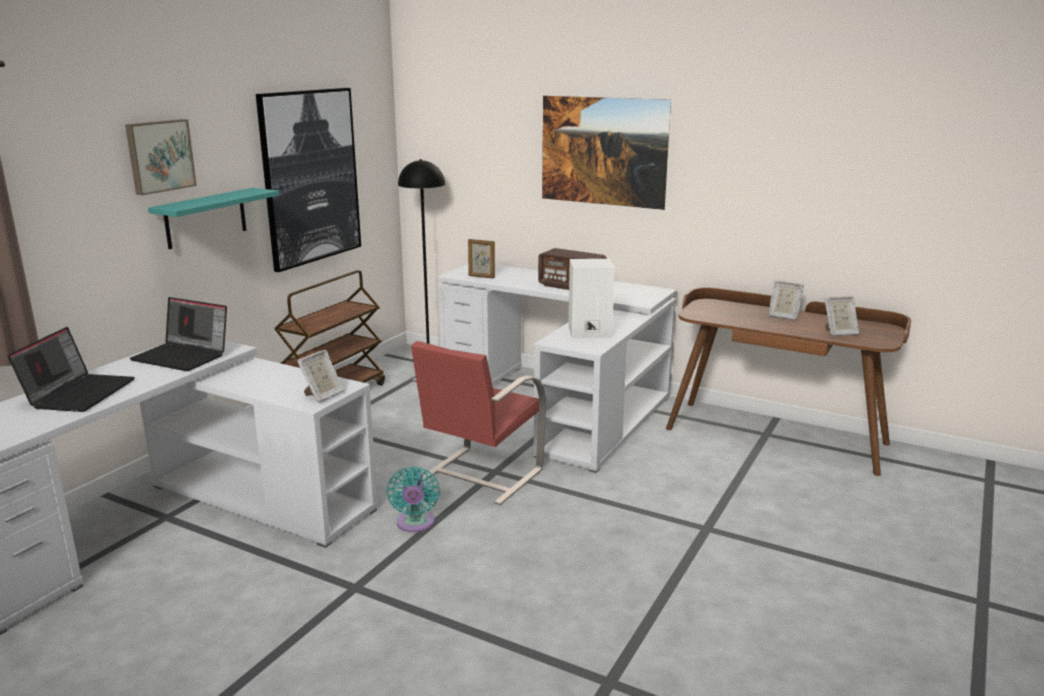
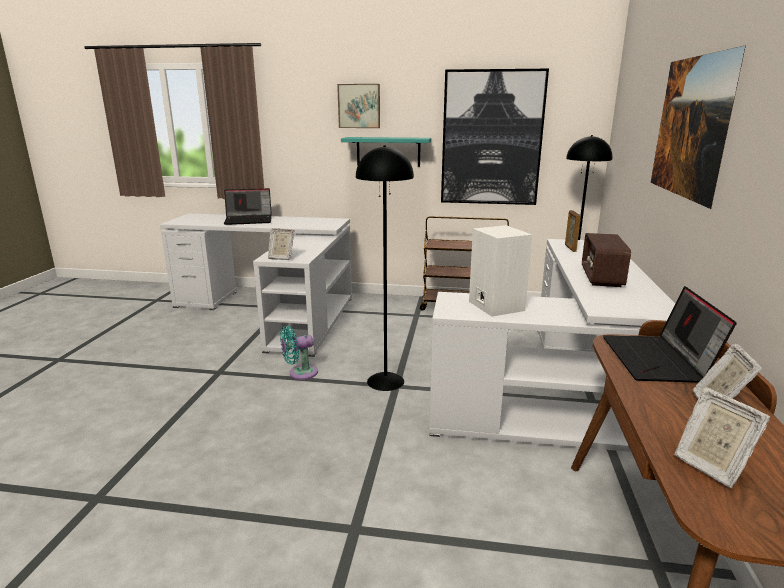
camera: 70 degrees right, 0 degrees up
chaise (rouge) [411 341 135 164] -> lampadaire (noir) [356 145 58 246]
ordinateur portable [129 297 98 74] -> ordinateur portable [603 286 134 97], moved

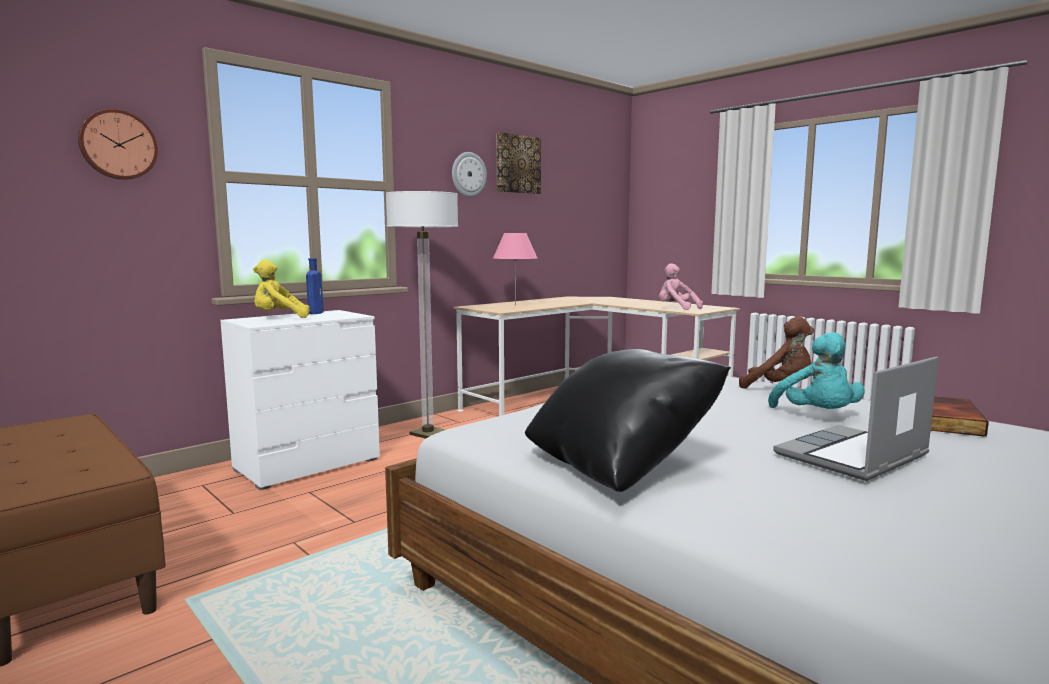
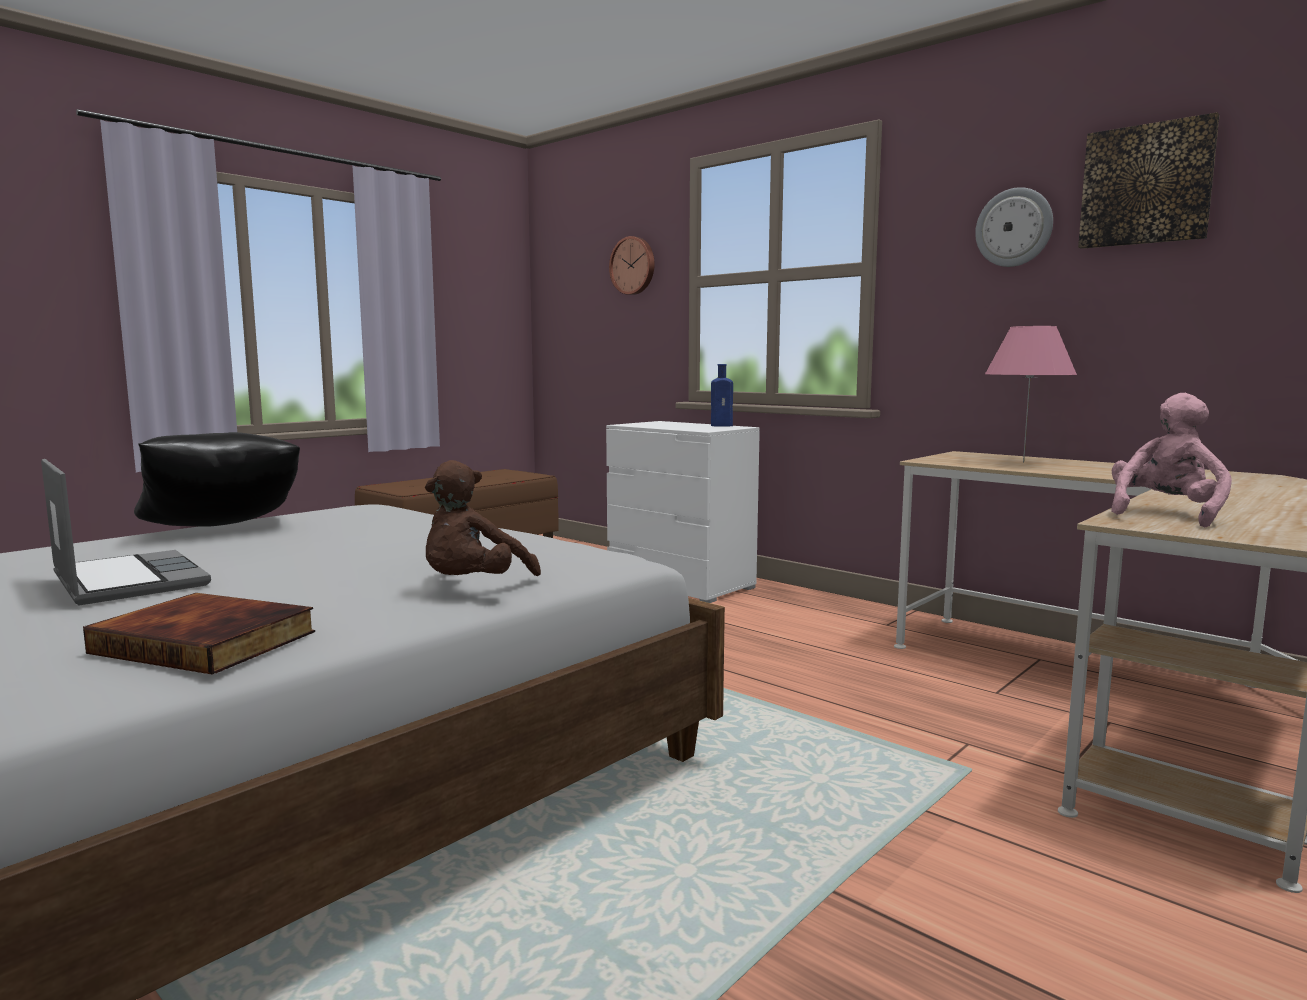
camera: 85 degrees right, 0 degrees up
peluche (jaune) [253 260 57 58] -> none
lampadaire [386 191 72 248] -> none
peluche (turquoise) [768 332 97 77] -> none

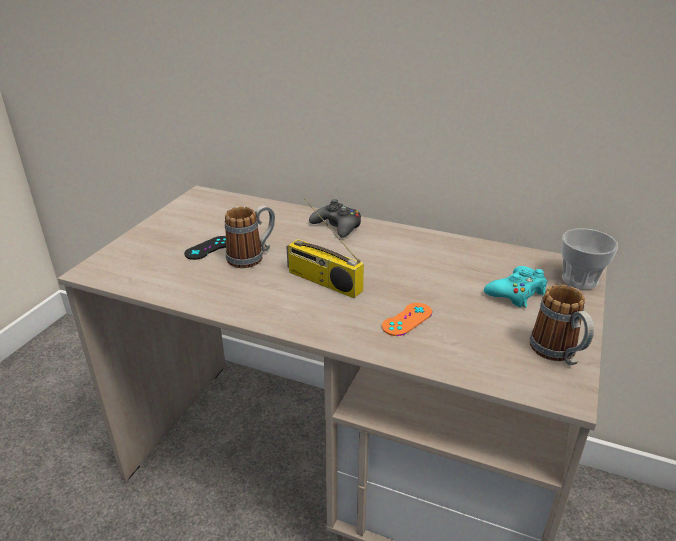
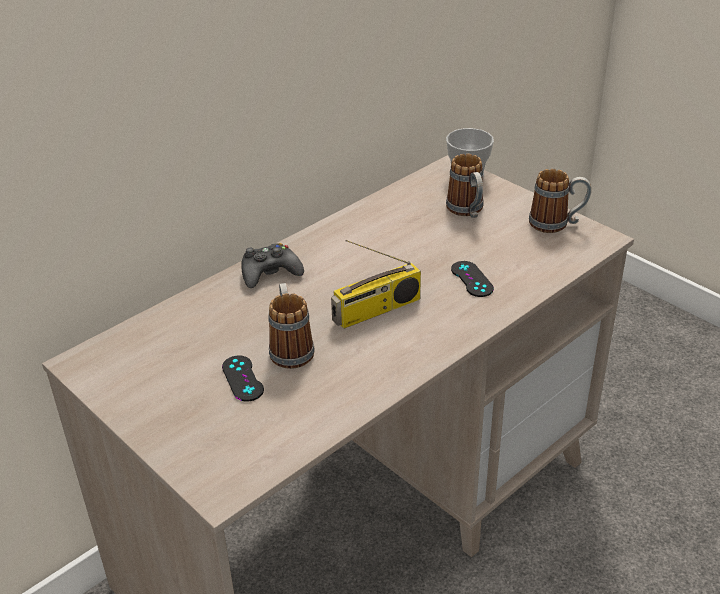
camera: 65 degrees left, 5 degrees up
manette (turquoise) [484 266 64 42] -> mug [446 154 37 64]
manette (orange) [382 303 50 33] -> manette (noir) [451 261 43 36]

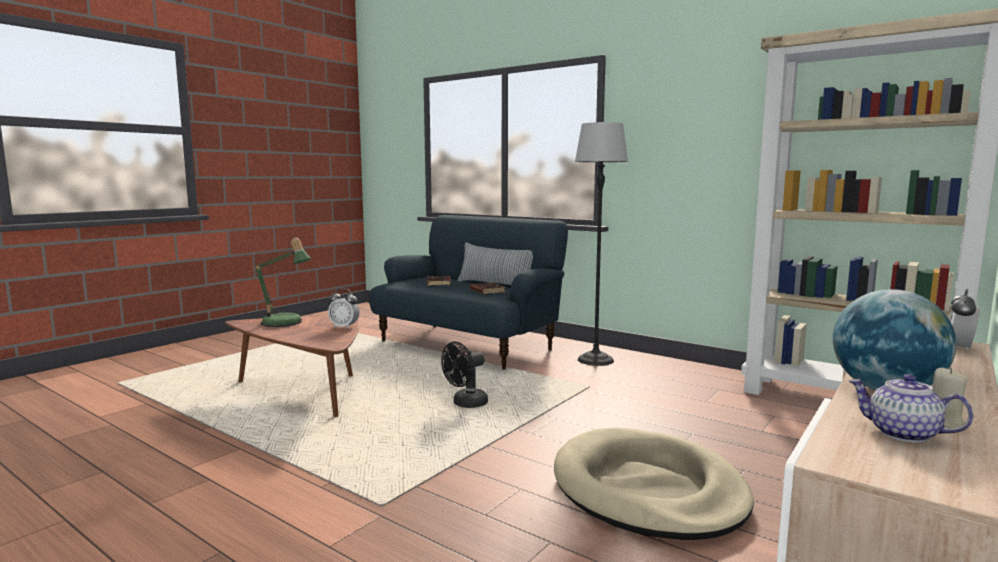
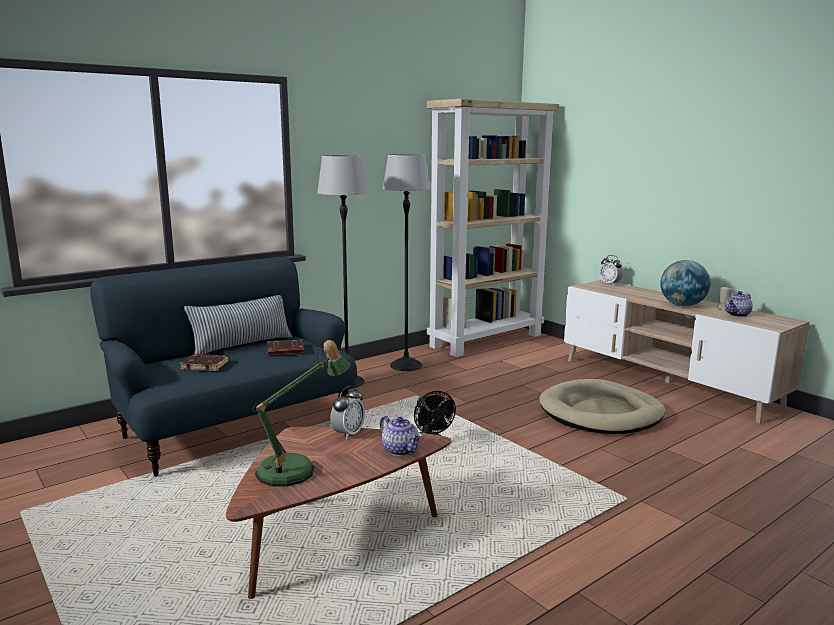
camera: 75 degrees left, 5 degrees up
none -> théière [380 416 42 40]
none -> lampadaire [383 154 47 217]

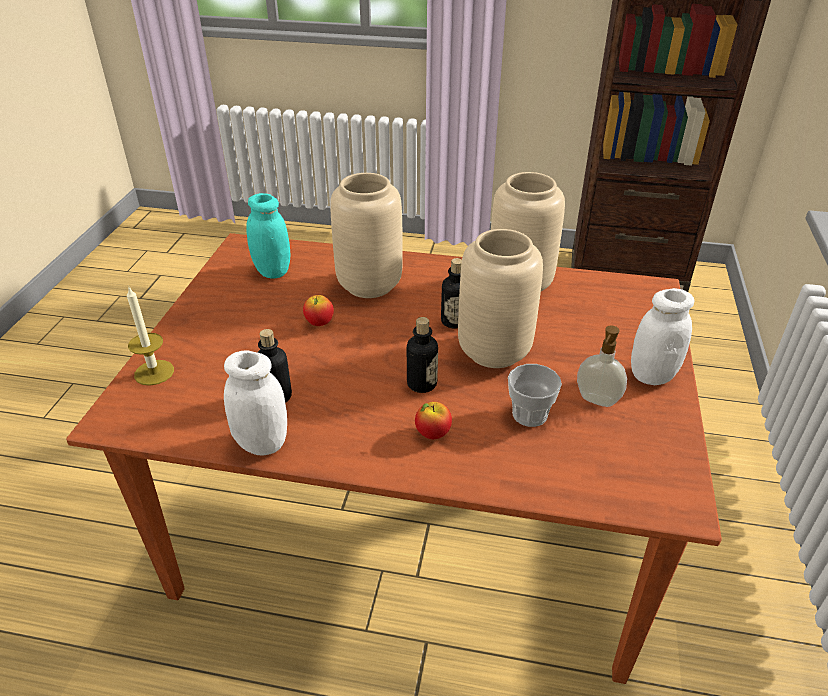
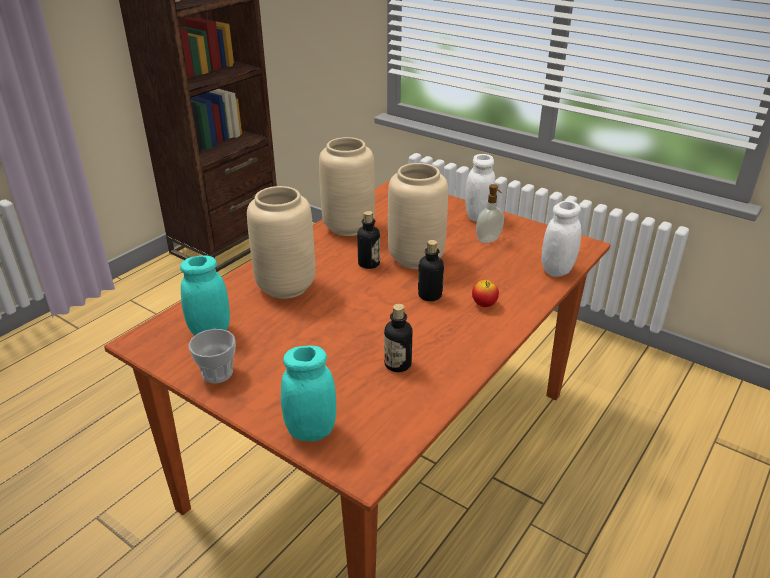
camera: 65 degrees left, 5 degrees down
tasse [508 364 54 63] -> tasse [188 329 48 54], moved
bougie [127 287 47 99] -> bocal (turquoise) [281 346 55 95]
bocal (blanc) [224 350 63 105] -> bocal (blanc) [541 201 40 76], moved
pomme [303 295 31 31] -> none

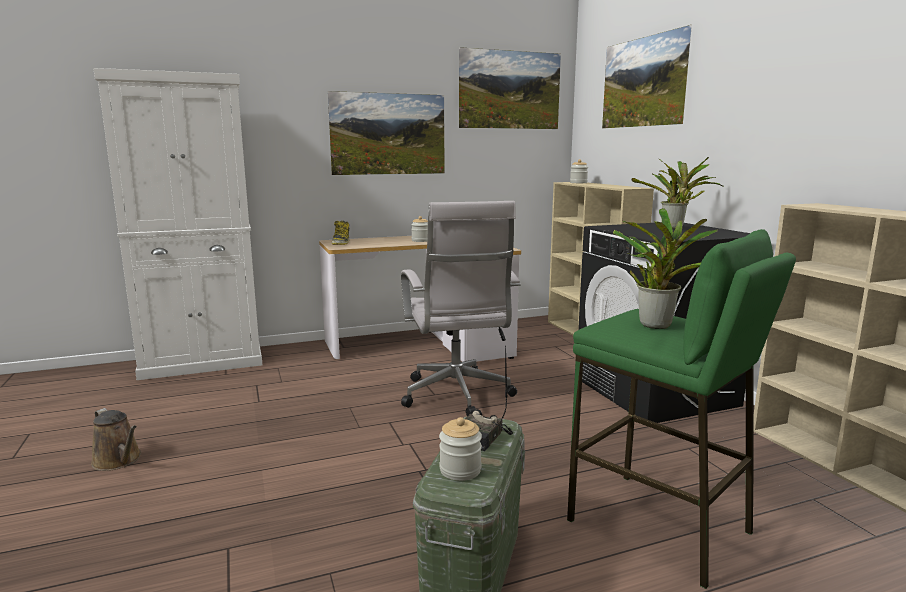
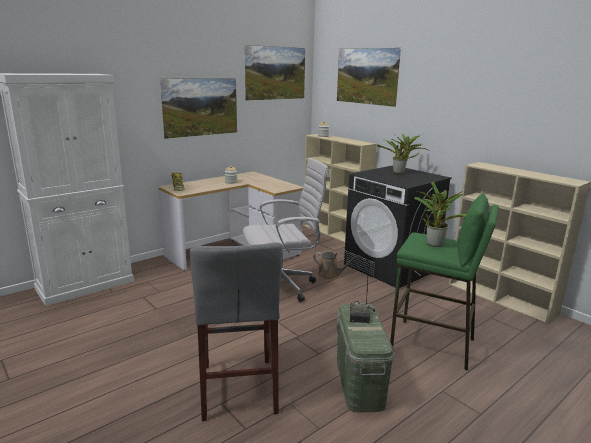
camera: 20 degrees left, 5 degrees up
none -> tabouret (gris) [190 242 92 179]
chaise de bureau (blanc) [401 201 120 215] -> chaise de bureau (blanc) [243 157 86 145], 75 degrees counterclockwise
arrosoir (marron) [91 408 50 63] -> arrosoir (marron) [313 252 47 28], moved
bocal [439 417 43 64] -> none

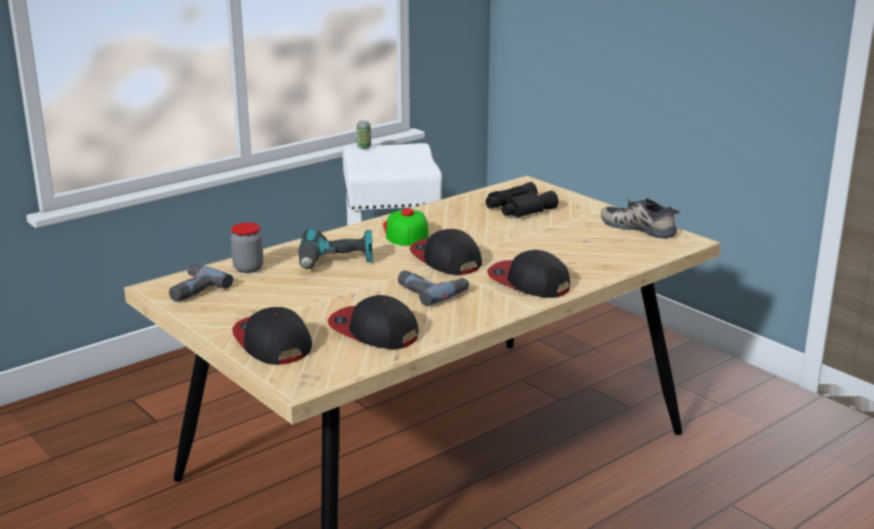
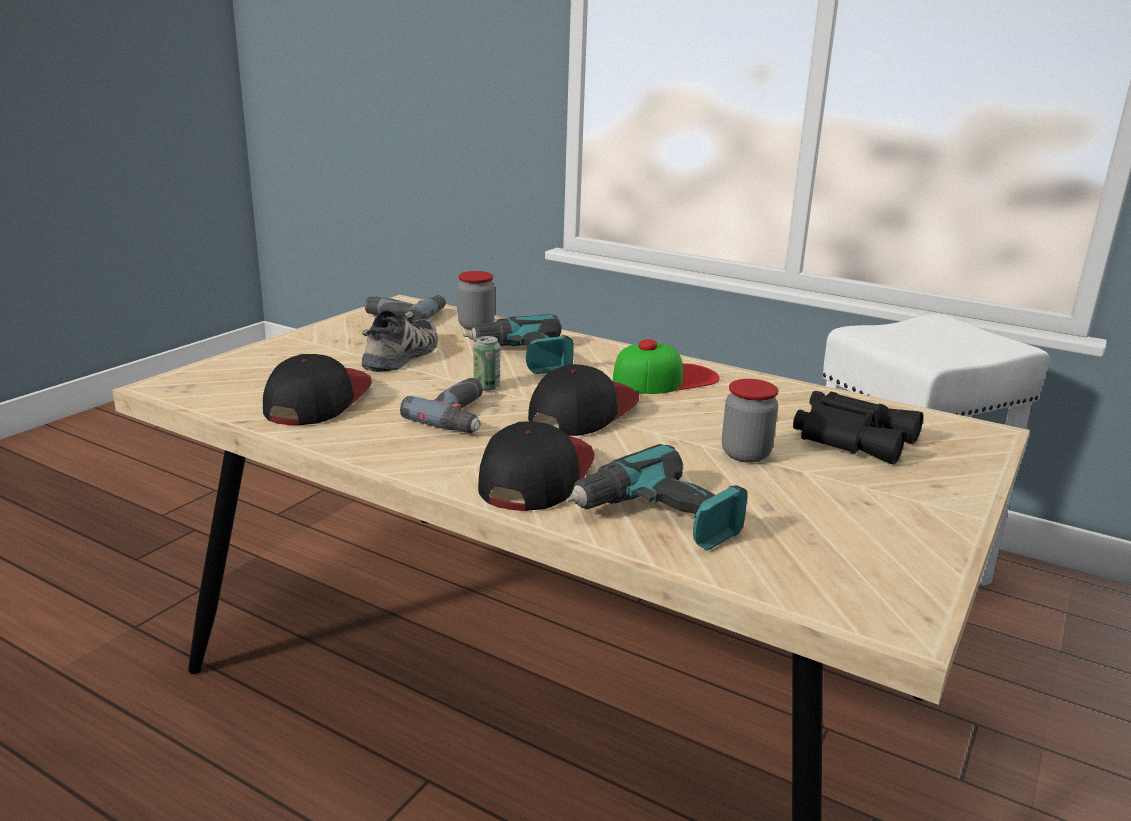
camera: 70 degrees right, 0 degrees up
chaussure [601 198 79 41] -> chaussure [362 310 76 62], moved
boîte métallique [357 121 14 28] -> boîte métallique [474 336 26 55], moved
none -> perceuse [566 444 181 106]
none -> bocal [722 379 57 84]
casquette [232 307 80 58] -> none

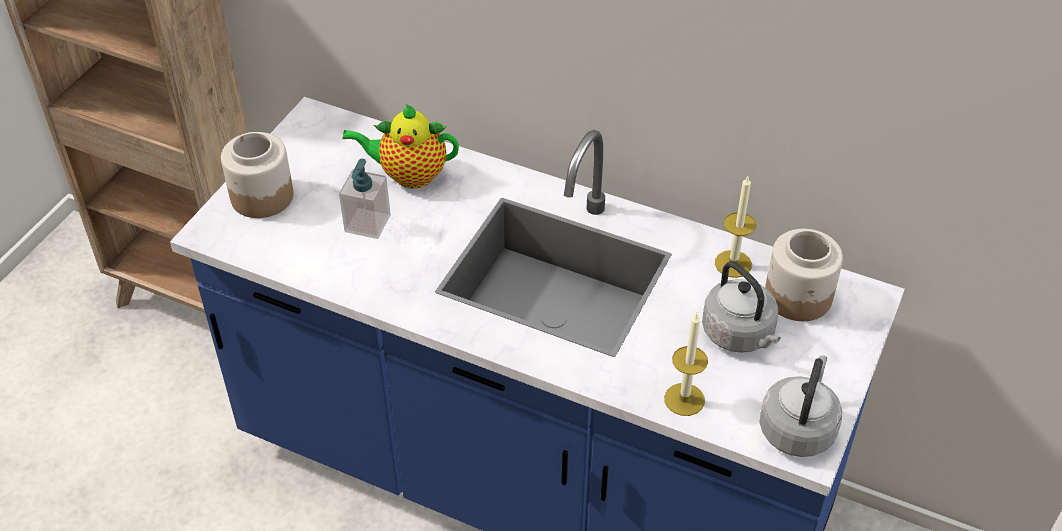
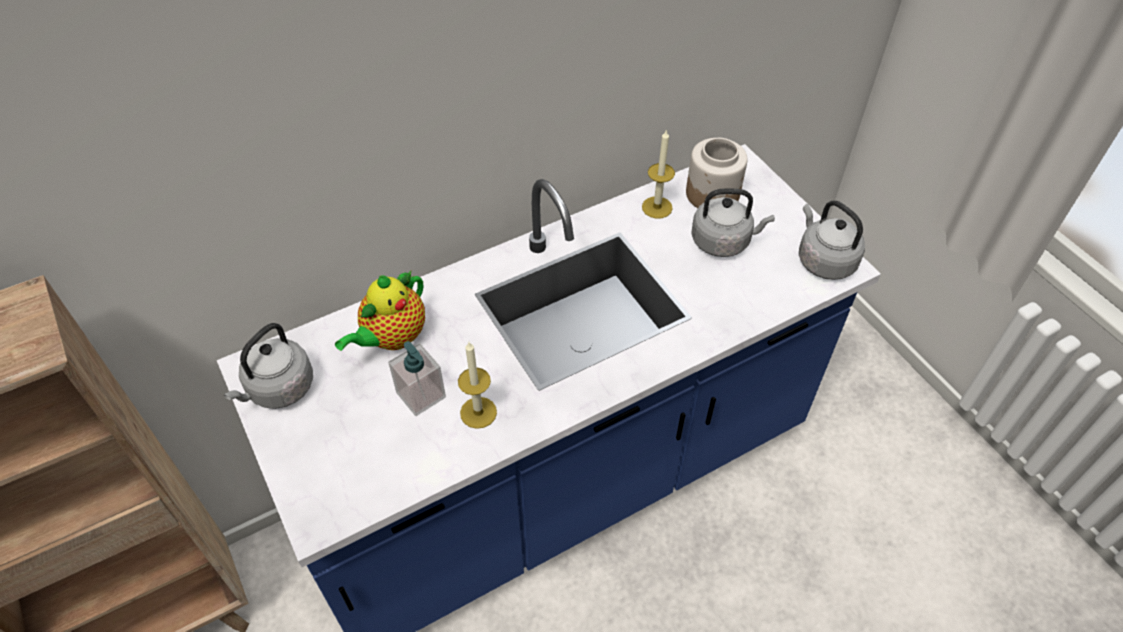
camera: 55 degrees left, 5 degrees up
none -> bouilloire (gris) [224 323 89 86]
bougie [664 313 44 103] -> bougie [458 342 39 87], moved
bocal [221 132 72 86] -> none

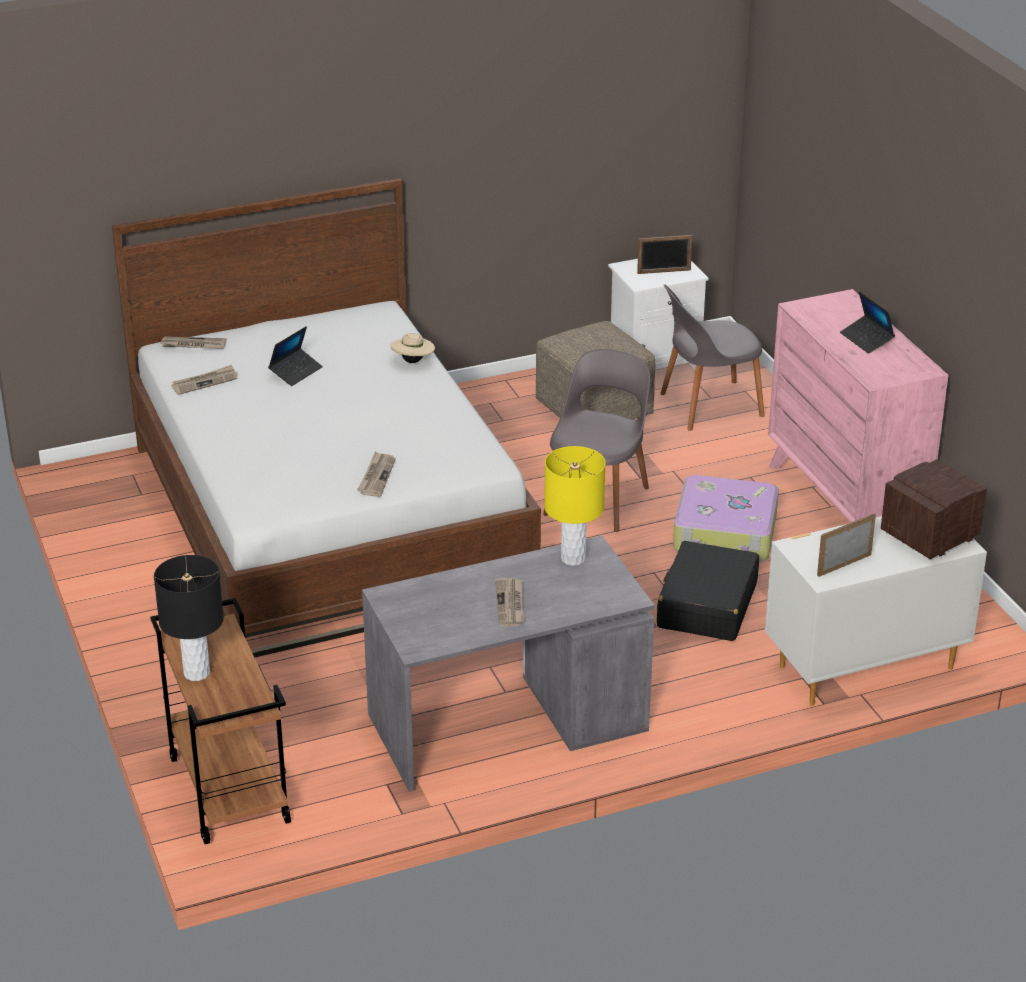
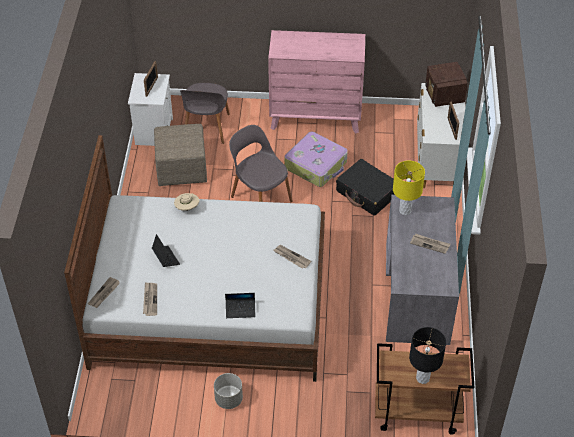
camera: 65 degrees left, 15 degrees up
none -> cache-pot (gris) [214 373 29 36]
ordinateur portable [840 291 55 63] -> ordinateur portable [225 293 31 25], moved

